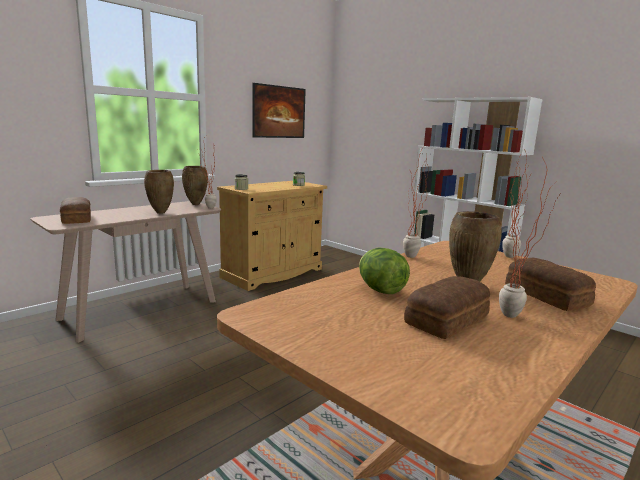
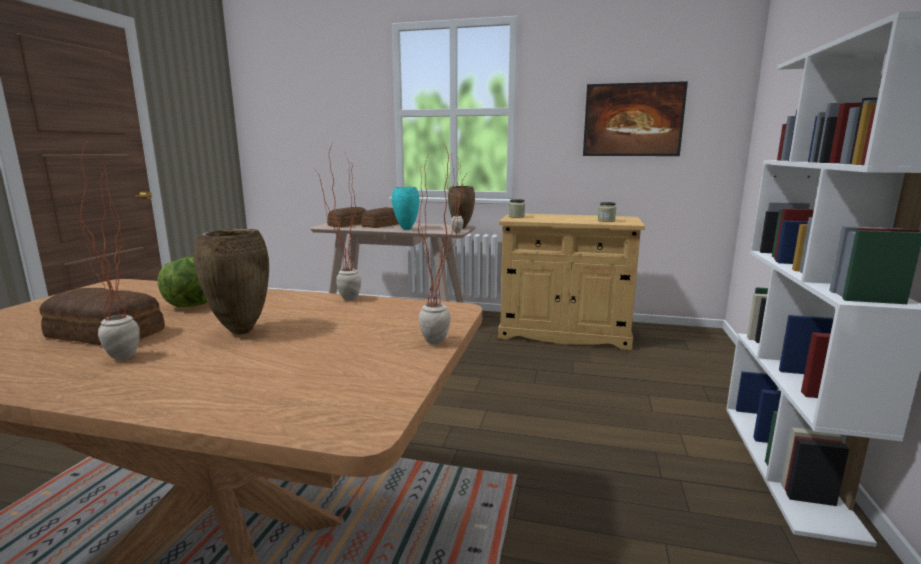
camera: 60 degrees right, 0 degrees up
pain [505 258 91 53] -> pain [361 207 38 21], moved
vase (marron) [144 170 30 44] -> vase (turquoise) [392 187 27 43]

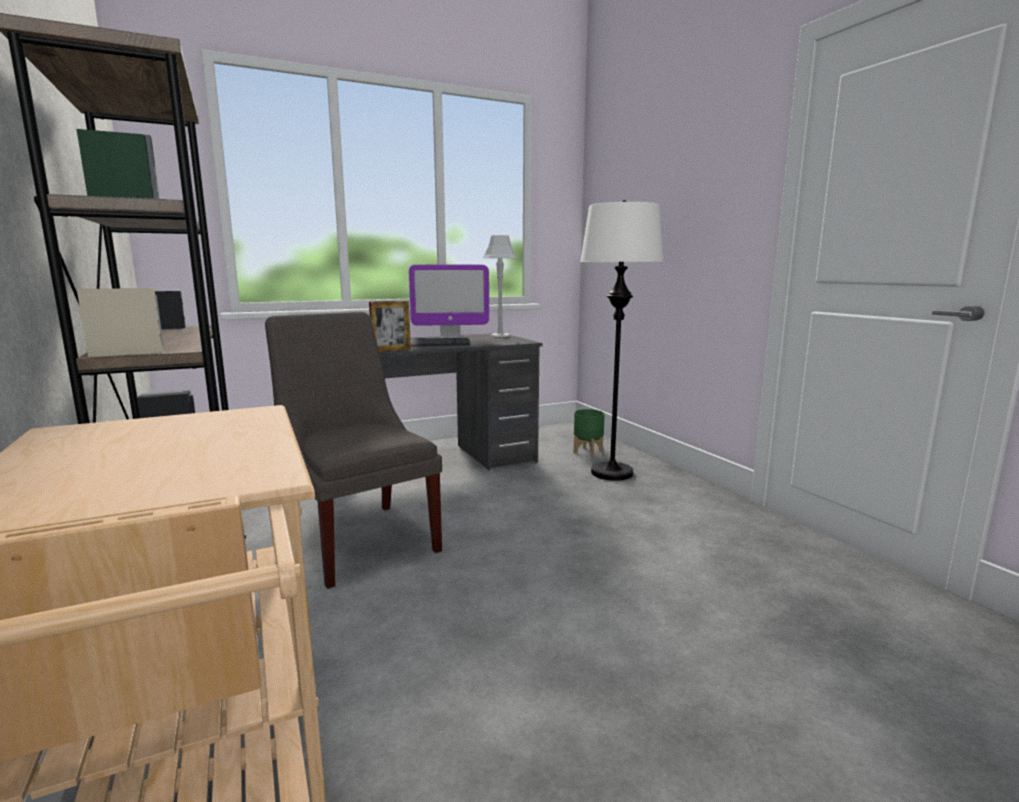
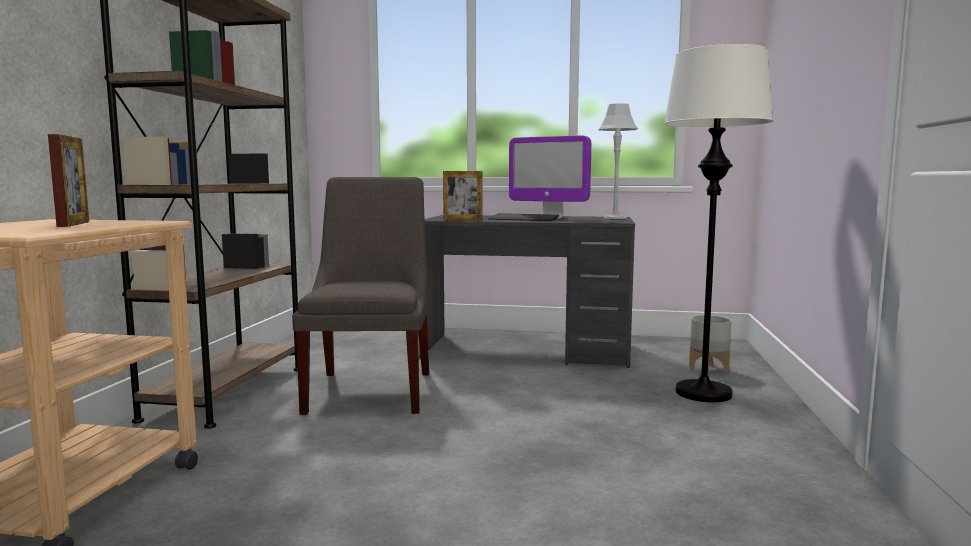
camera: 35 degrees right, 5 degrees down
none -> cadre photo [48 134 41 93]
cache-pot (vert) [574 409 31 48] -> cache-pot (gris) [689 315 43 58]

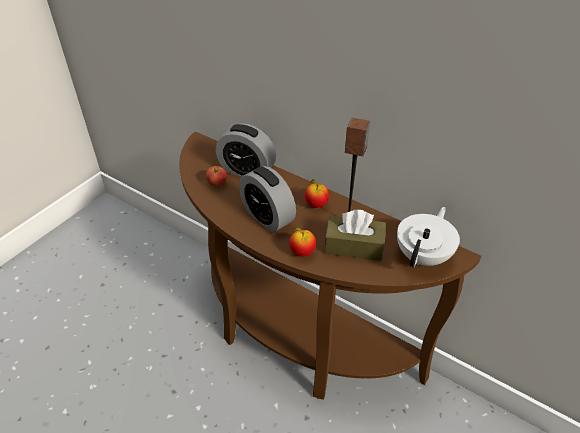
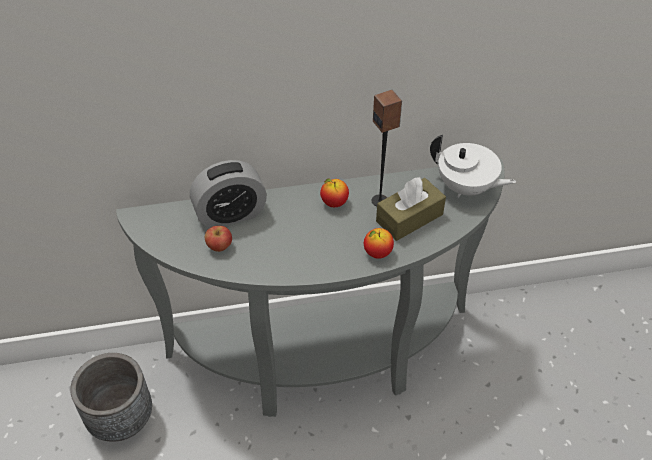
camera: 45 degrees left, 5 degrees up
none -> cache-pot (gris) [70 353 82 89]
table console (marron) [179 131 302 269] -> table console (gris) [116 159 388 258]
théière (blanc) [397 207 63 61] -> théière (blanc) [430 135 86 62], 135 degrees clockwise
réveil [239 166 57 67] -> none

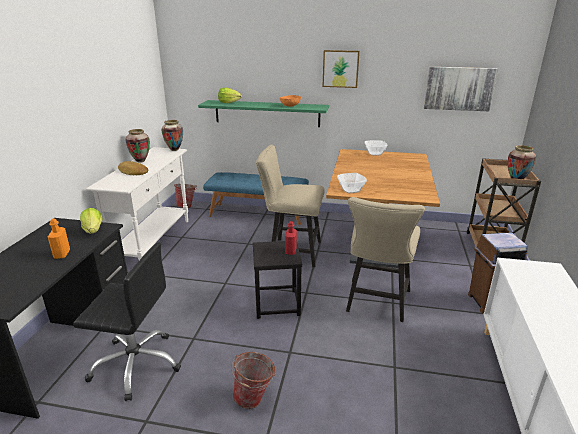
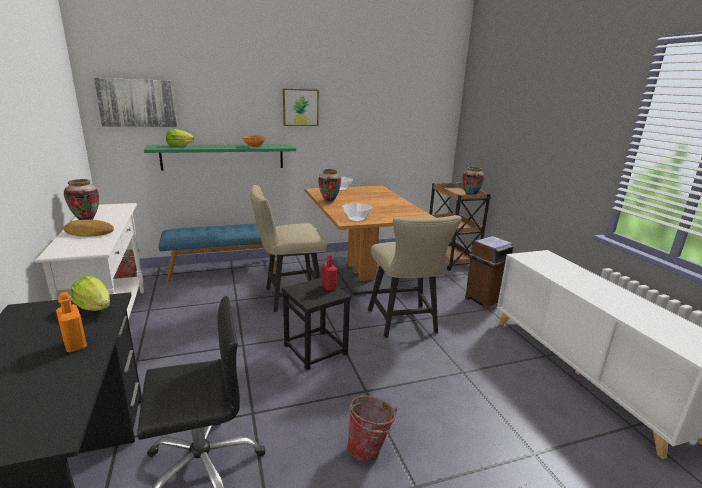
camera: 30 degrees left, 5 degrees down
tableau [424 67 74 44] -> tableau [94 78 83 49], moved
vase [161 120 22 31] -> vase [318 169 23 33], moved

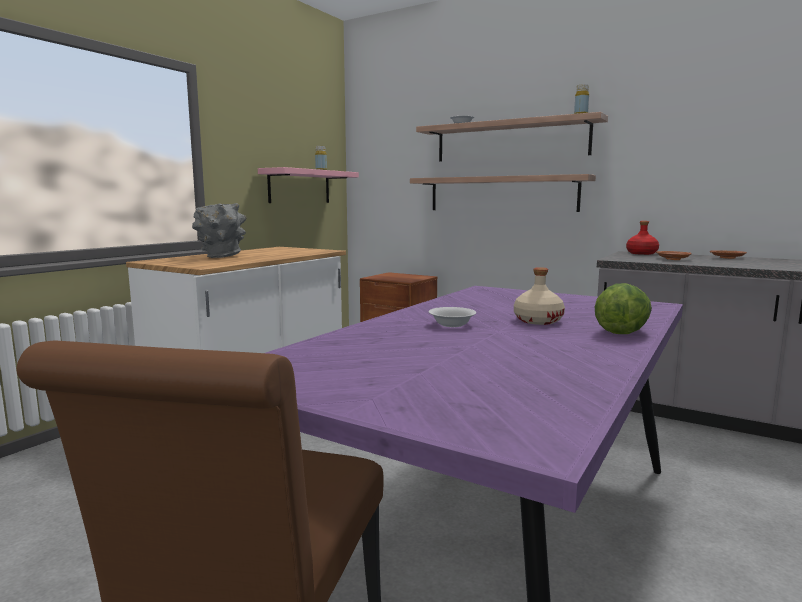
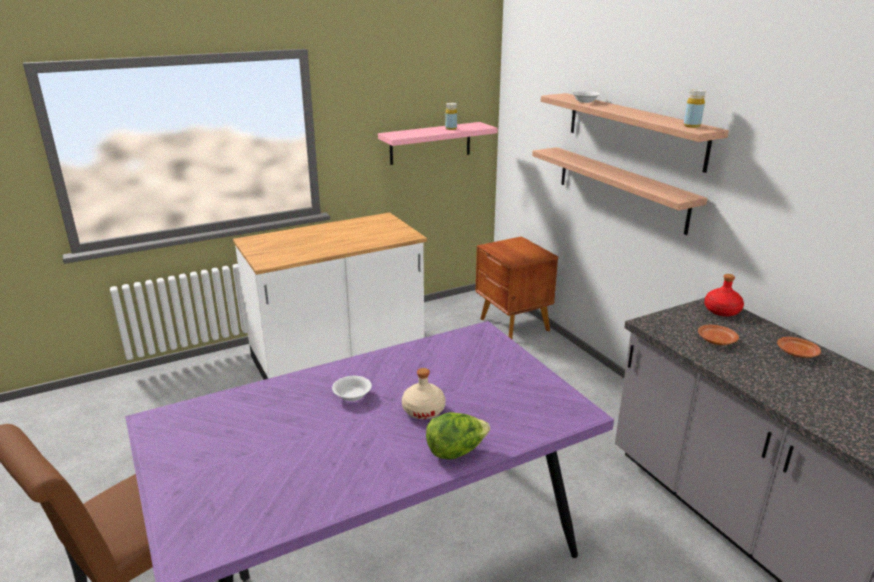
camera: 30 degrees right, 15 degrees up
vase (gris) [192 203 55 55] -> none

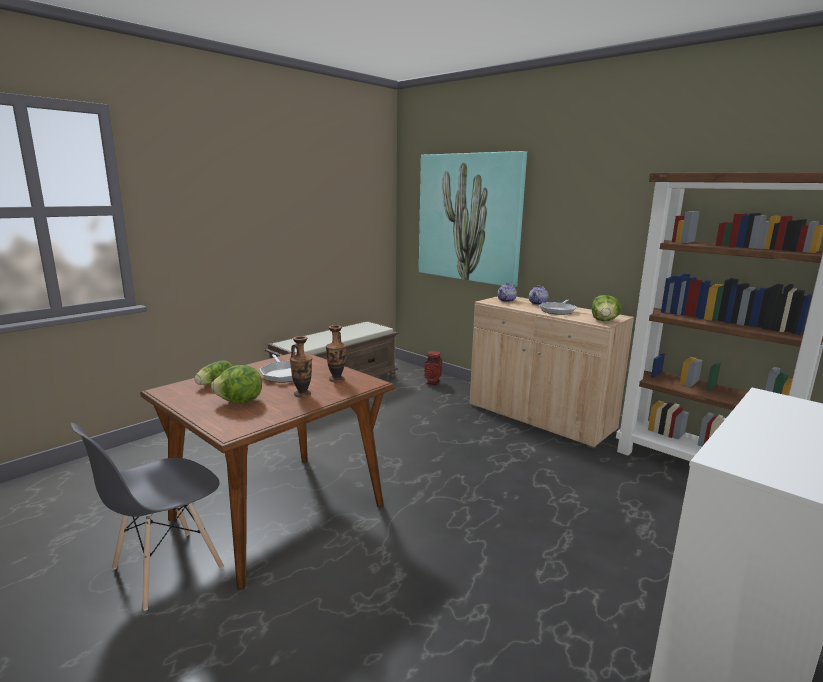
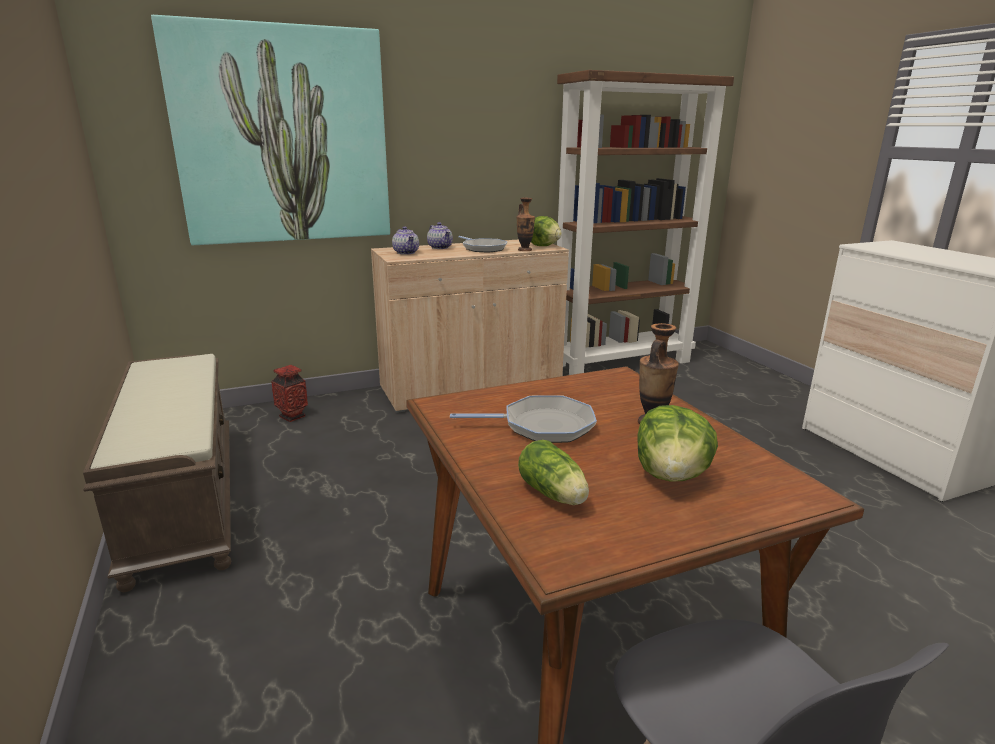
camera: 65 degrees left, 5 degrees up
vase [326 325 20 57] -> vase [516 198 19 53], moved

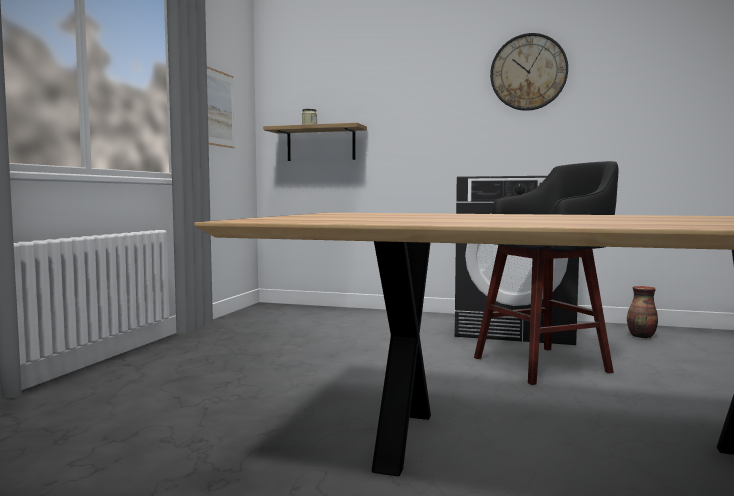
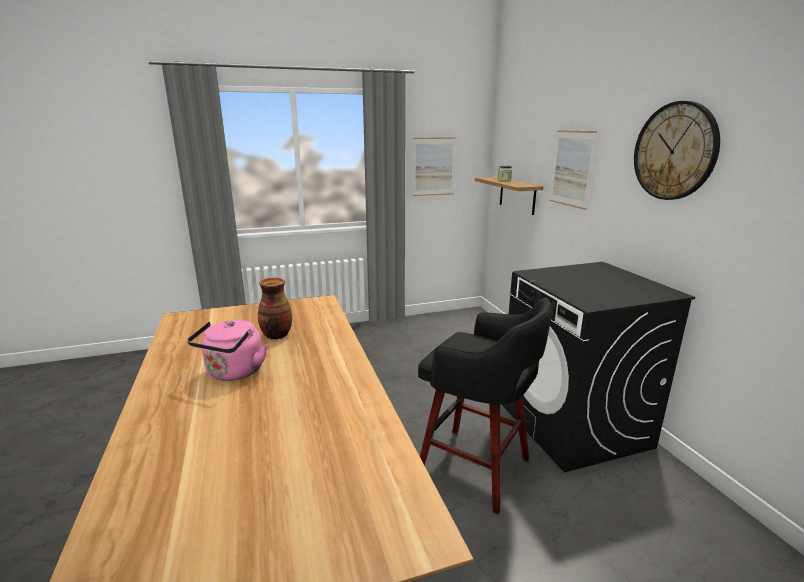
camera: 55 degrees right, 15 degrees up
none -> bouilloire (rose) [187 320 80 61]
vase [627 286 31 53] -> vase [258 278 34 62], moved
none -> tableau [550 130 47 80]

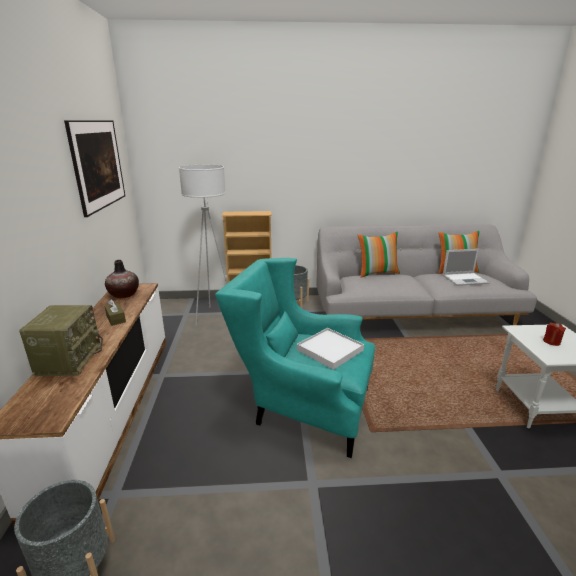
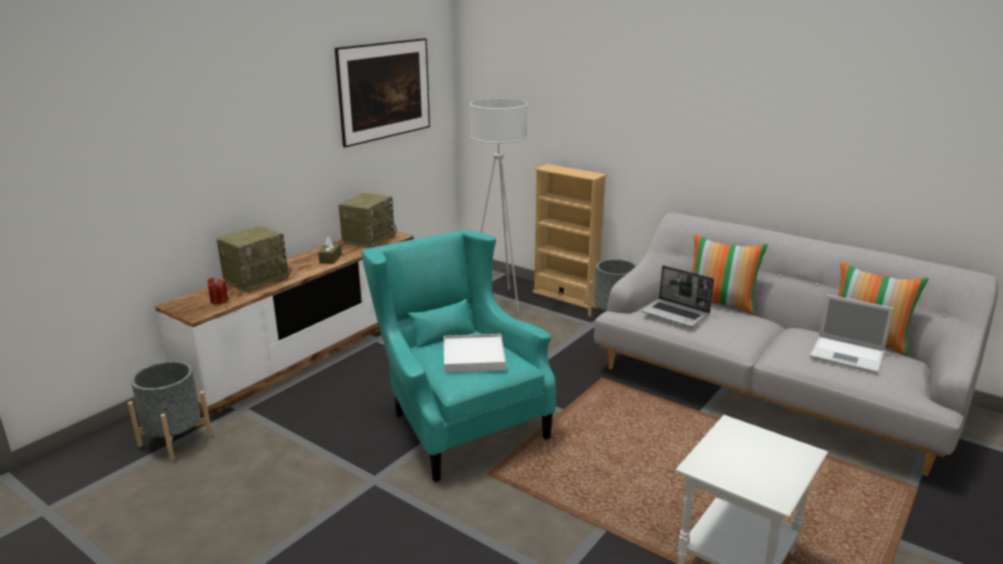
camera: 40 degrees right, 0 degrees up
bougie (rouge) [543 323 23 23] -> bougie (rouge) [207 278 21 26], moved
vase [105 260 34 38] -> radio [338 193 59 55]
none -> ordinateur portable [641 265 73 62]

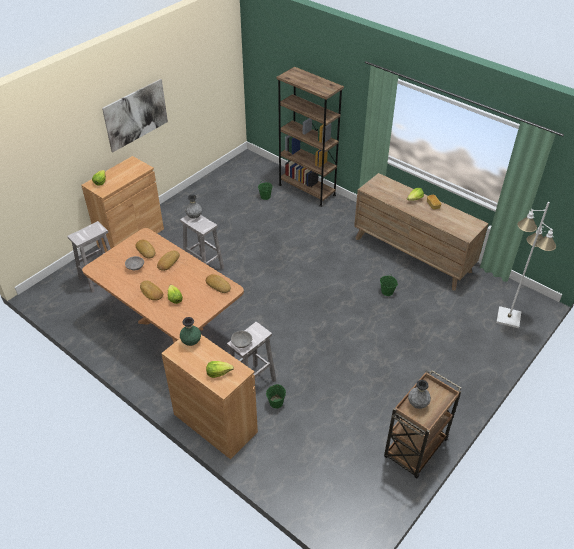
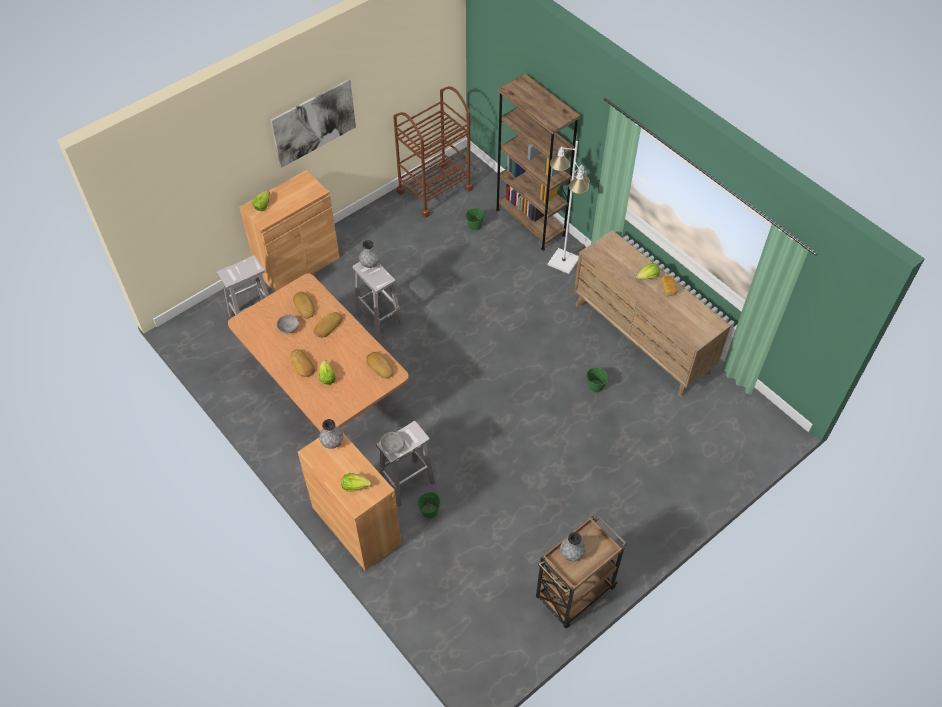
camera: 10 degrees right, 10 degrees up
vase (vert) [180 317 21 29] -> vase (gris) [319 419 24 30]
none -> chariot (marron) [393 86 80 132]
lampadaire (blanc) [496 202 60 126] -> lampadaire (blanc) [548 141 42 133], moved

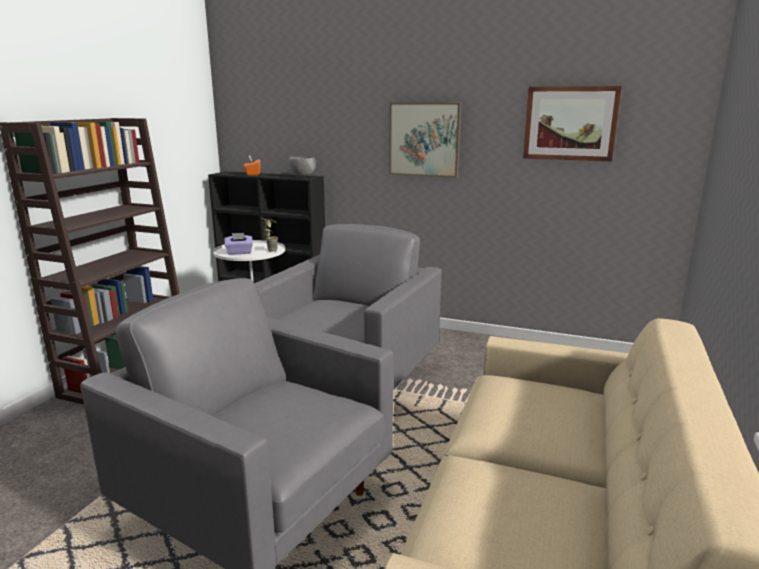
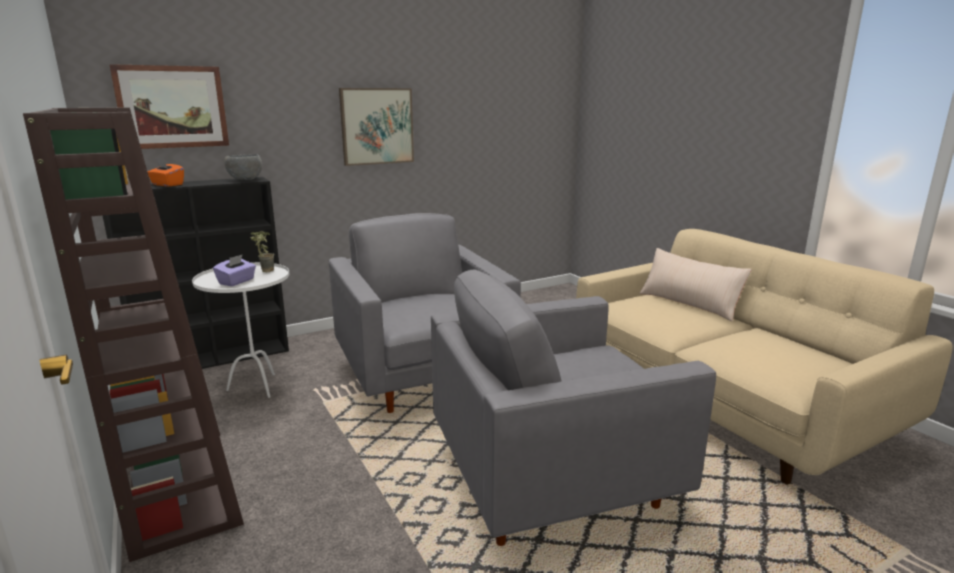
camera: 50 degrees left, 0 degrees up
tableau [523 86 99 75] -> tableau [109 64 120 85], moved
none -> coussin (beige) [639 248 113 73]

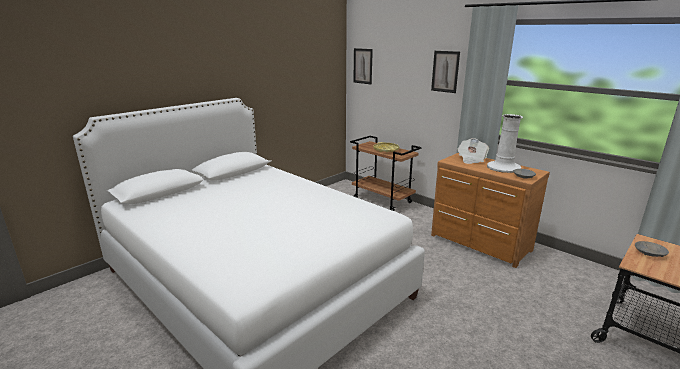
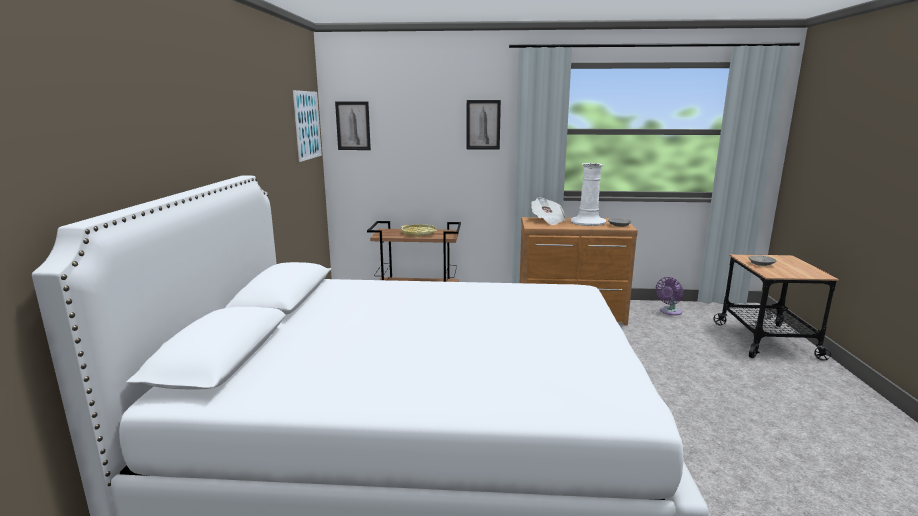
camera: 40 degrees left, 5 degrees down
none -> tableau [293 90 29 72]
none -> ventilateur (violet) [656 277 27 39]

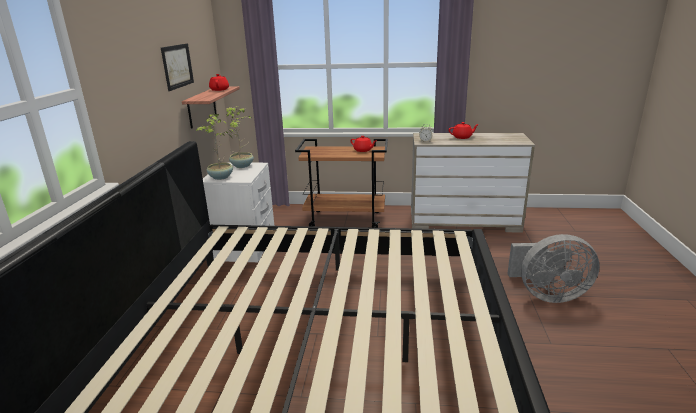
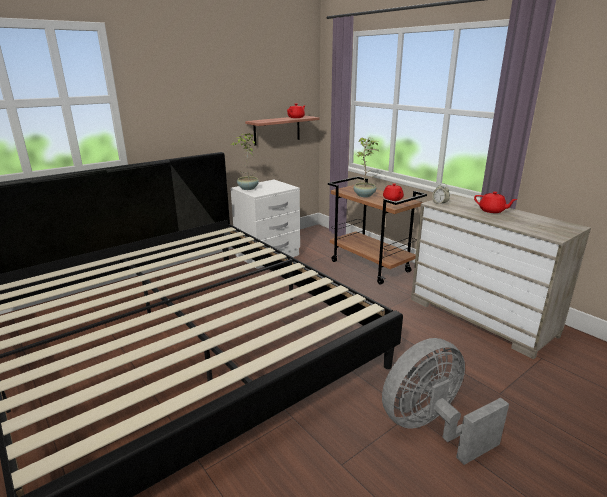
camera: 45 degrees right, 0 degrees up
plante en pot [226 106 28 62] -> plante en pot [353 138 26 59], moved
ventilateur (gris) [507 234 93 69] -> ventilateur (gris) [382 338 127 127], 105 degrees clockwise
tableau [161 43 33 48] -> none

